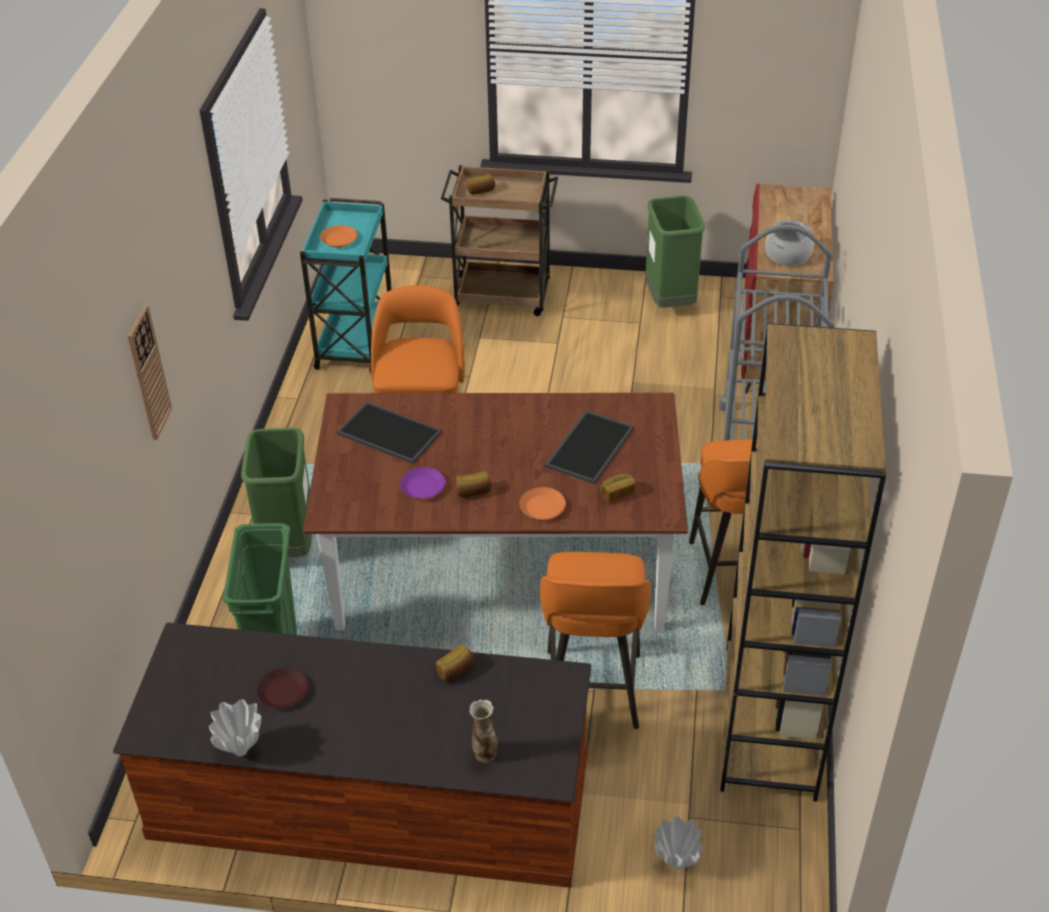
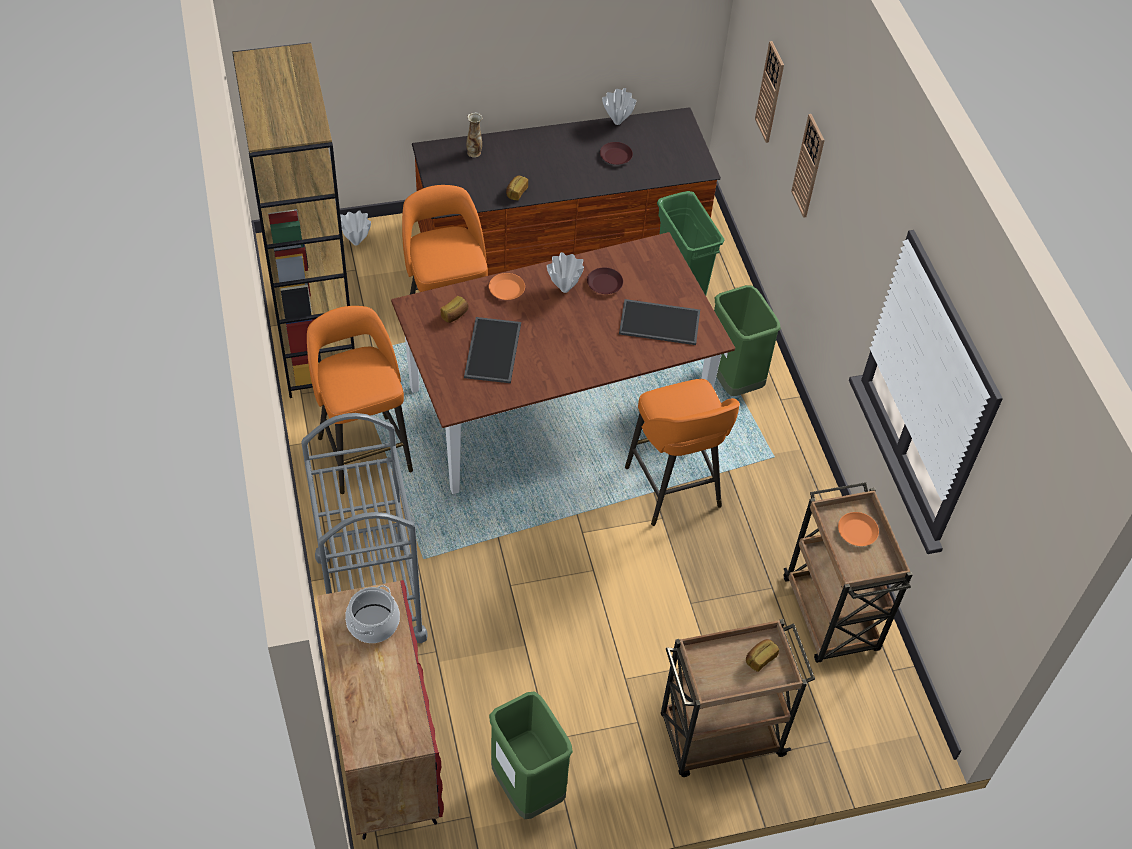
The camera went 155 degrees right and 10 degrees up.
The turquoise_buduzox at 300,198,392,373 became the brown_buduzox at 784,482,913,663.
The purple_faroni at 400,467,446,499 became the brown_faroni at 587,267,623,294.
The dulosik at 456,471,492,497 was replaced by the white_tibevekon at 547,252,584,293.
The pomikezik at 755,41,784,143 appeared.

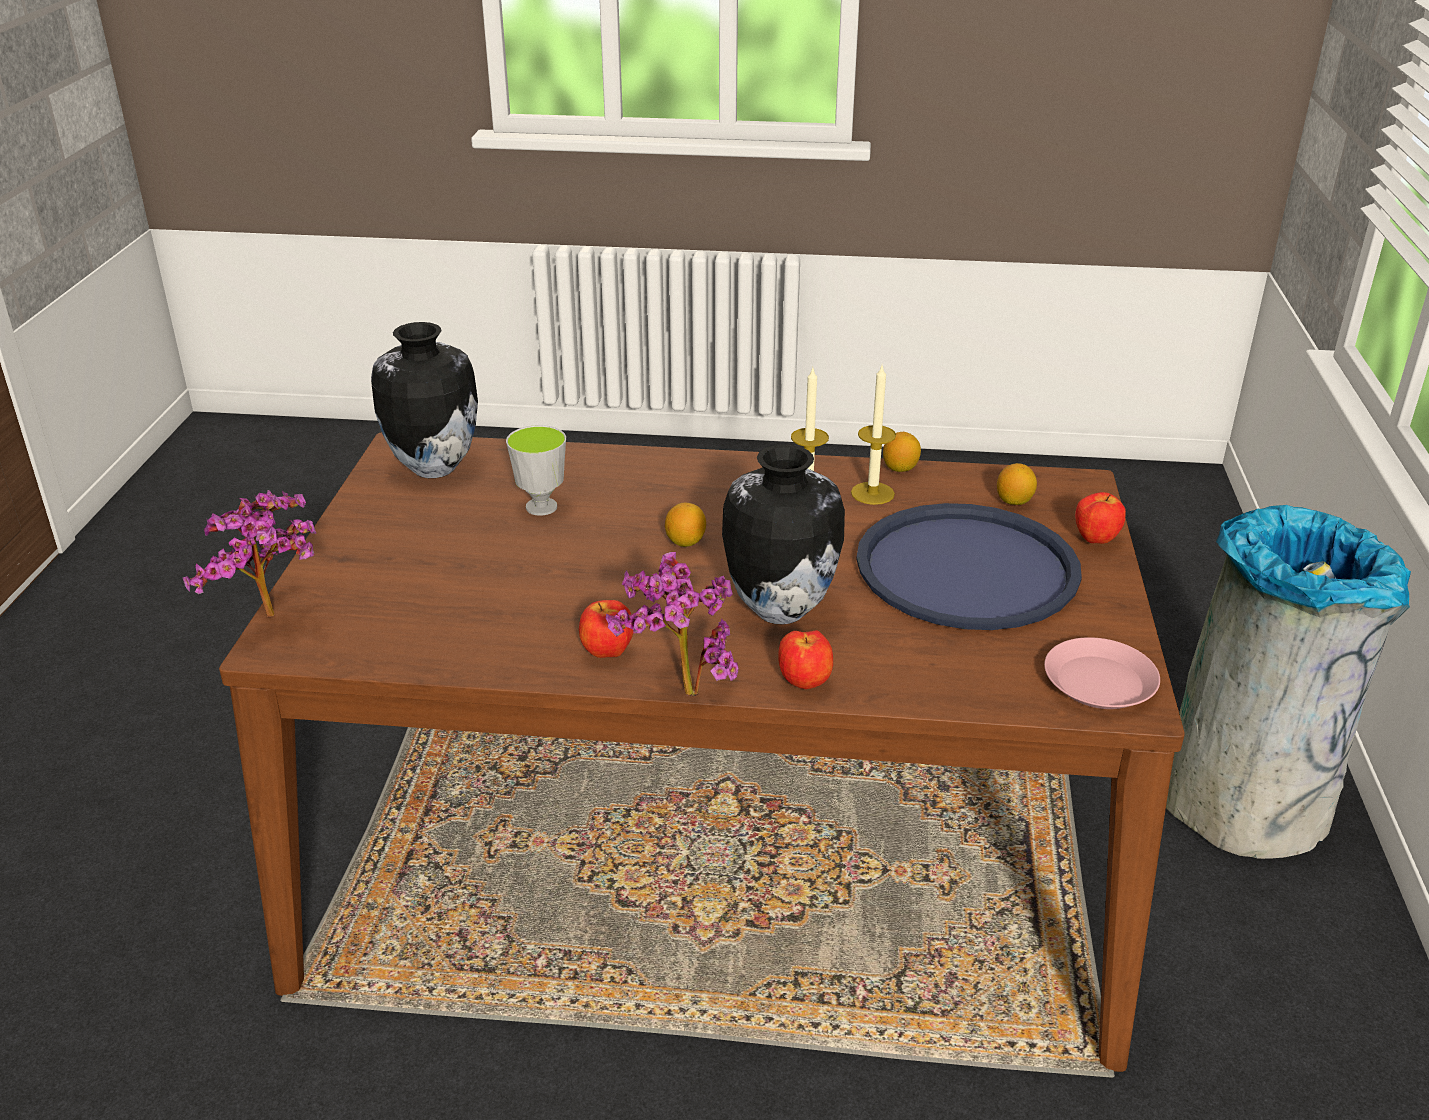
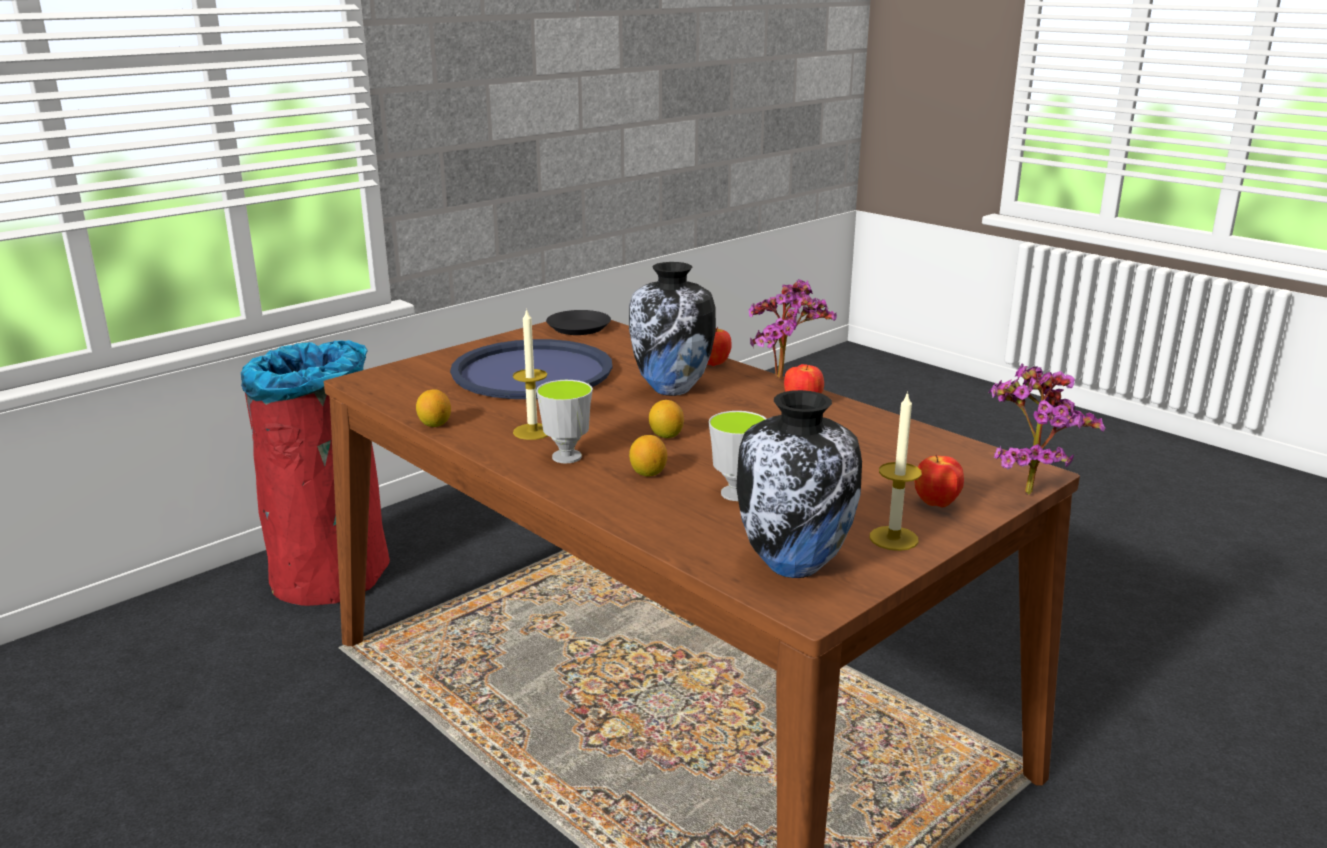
The camera went 140 degrees left and 10 degrees down.
The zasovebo moved from 851,366,896,505 to 870,391,922,551.
The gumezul moved from 997,463,1037,505 to 629,435,667,477.
The pink_faroni at 1044,637,1160,709 became the black_faroni at 546,310,611,335.
The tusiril moved from 1075,492,1126,544 to 914,454,964,507.
The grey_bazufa at 1166,505,1411,859 became the red_bazufa at 241,340,390,606.
The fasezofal at 536,380,593,463 appeared.

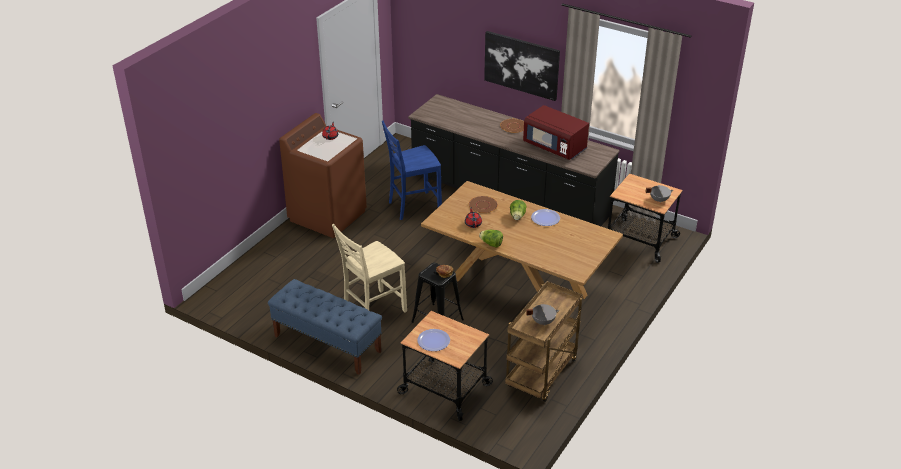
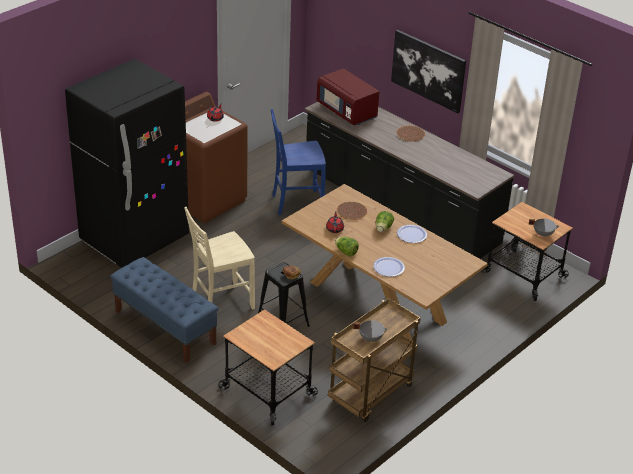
The camera went 10 degrees right and 0 degrees up.
The faroni moved from 417,329,450,351 to 373,257,405,277.
The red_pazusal moved from 523,105,589,160 to 317,68,379,125.
The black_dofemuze at 65,59,189,268 appeared.

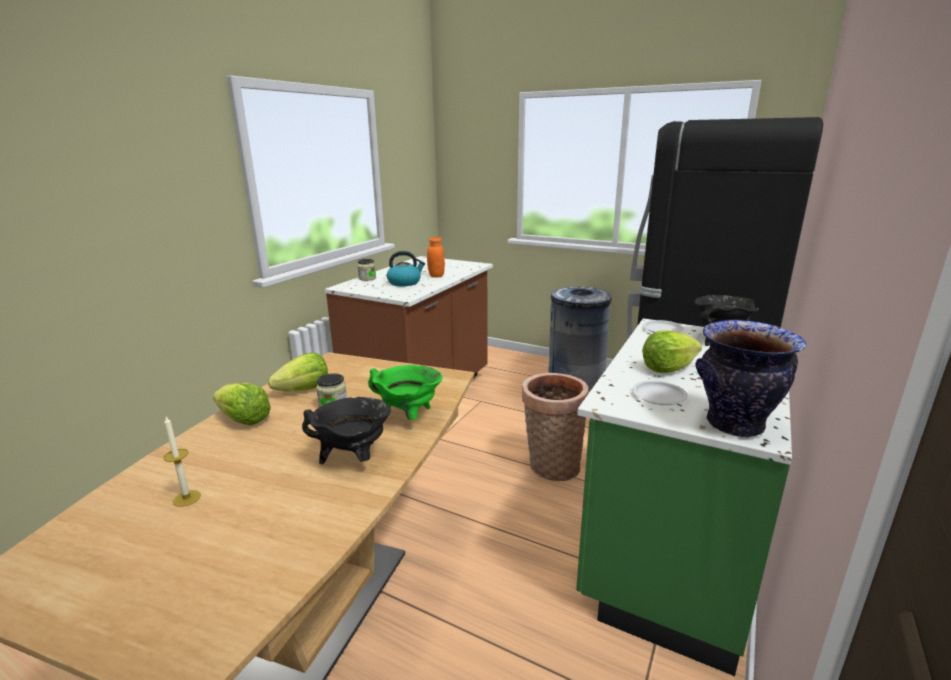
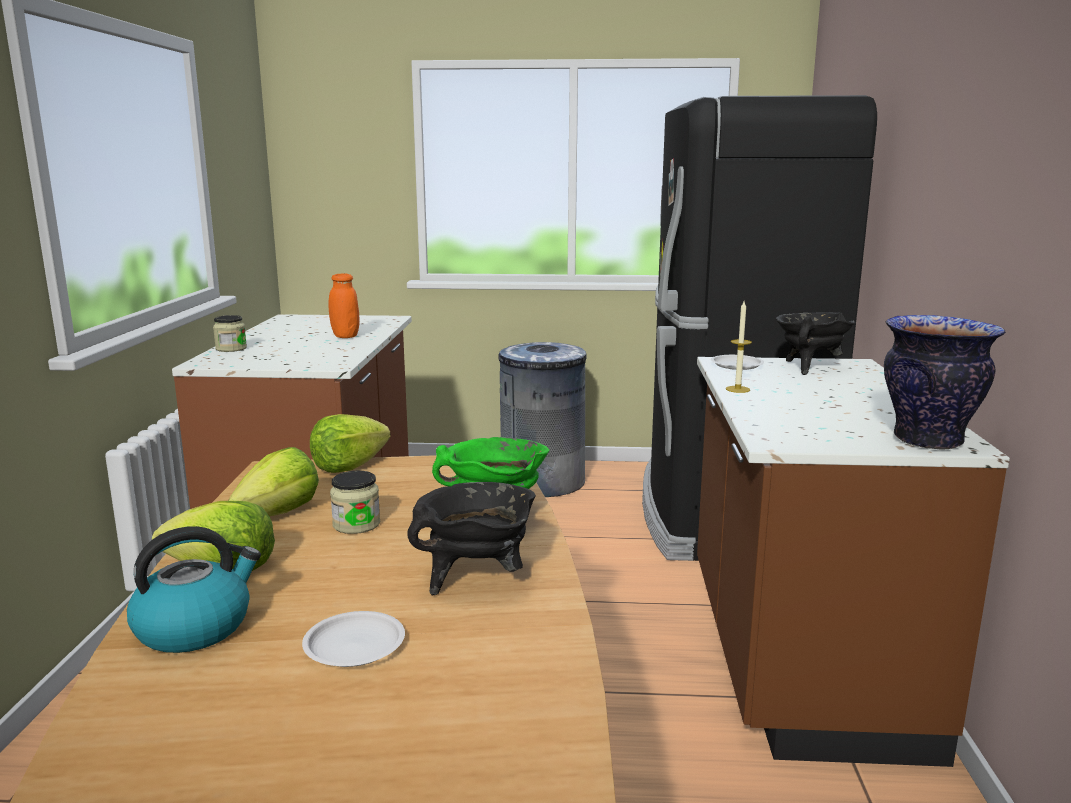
The camera went 25 degrees left and 5 degrees down.
The zasovebo moved from 163,417,201,507 to 726,301,752,393.
The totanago moved from 387,251,425,286 to 127,526,261,653.
The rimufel at 522,373,589,481 disappeared.
The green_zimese at 576,318,792,676 became the brown_zimese at 697,357,1010,767.
The white_faroni moved from 633,381,688,405 to 302,611,405,667.
The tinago moved from 642,330,702,373 to 310,414,391,473.

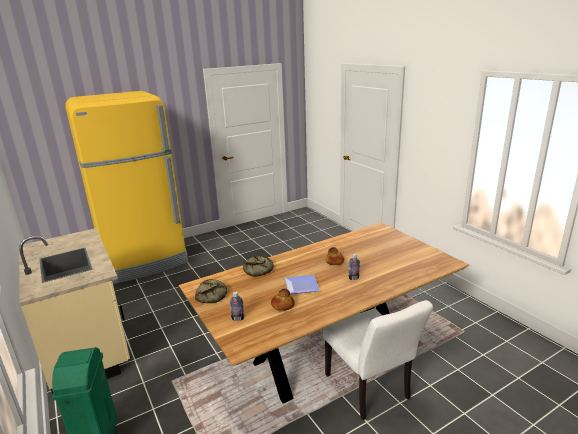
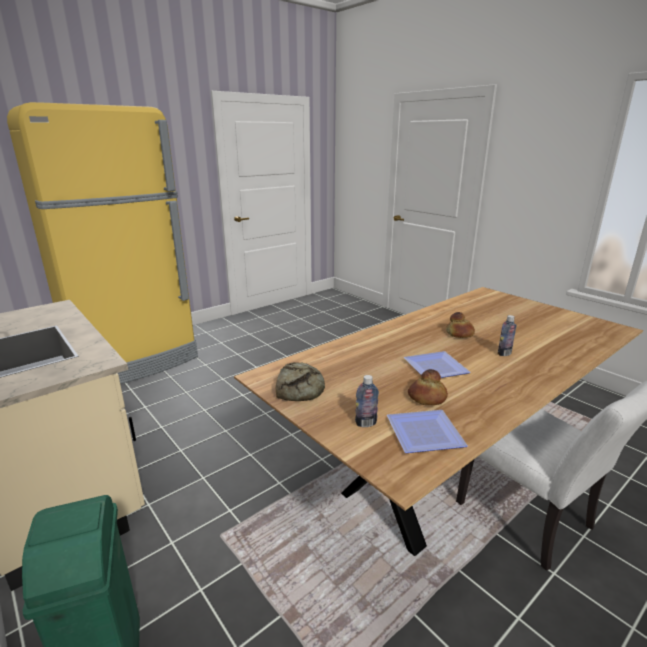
The camera went 10 degrees left and 0 degrees up.
The dulosik at 243,255,274,277 disappeared.
The faroni at 387,410,468,453 appeared.

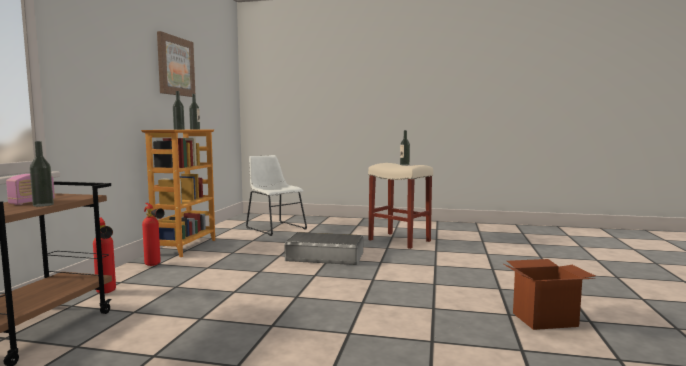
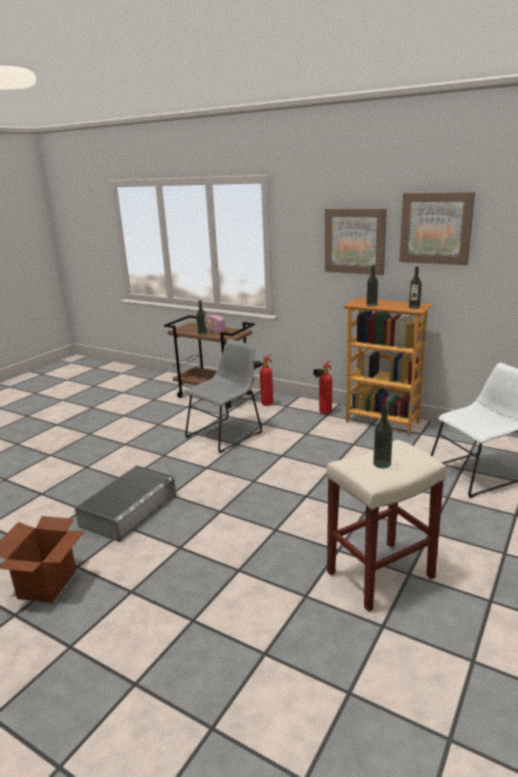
The camera went 110 degrees right and 15 degrees up.
The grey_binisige moved from 284,232,363,265 to 75,465,176,542.
The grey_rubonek at 185,339,262,453 appeared.
The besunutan at 325,209,387,275 appeared.

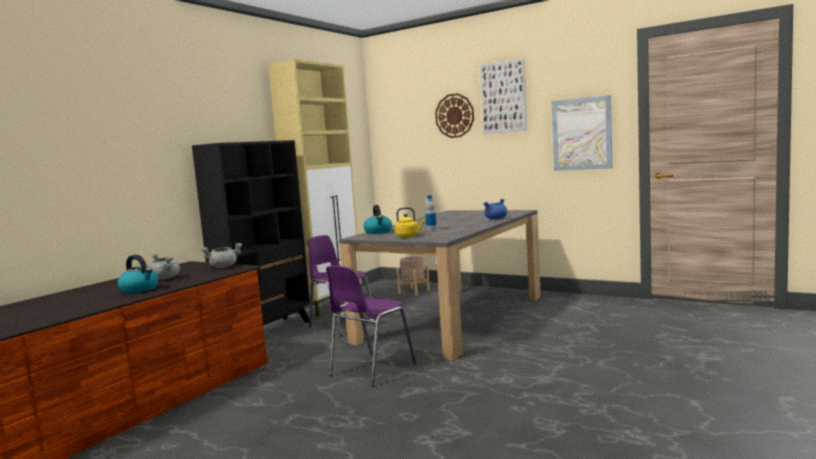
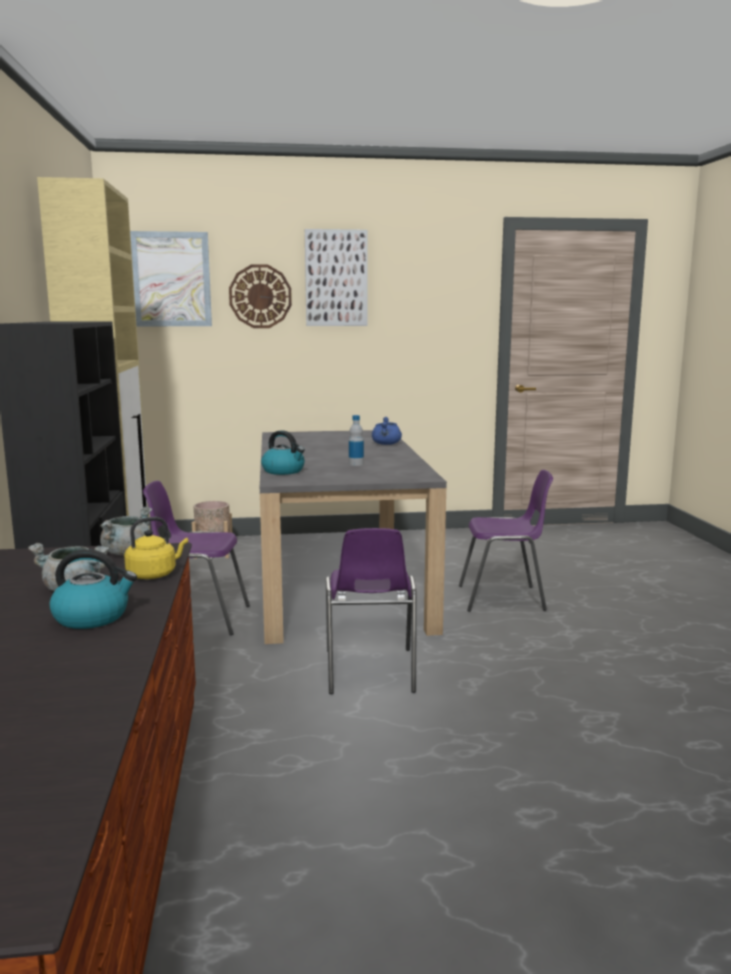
The camera went 40 degrees left and 5 degrees up.
The yellow_totanago moved from 395,207,425,238 to 124,517,188,579.
The besunutan moved from 552,95,613,171 to 130,231,212,326.
The purple_rubonek at 459,470,553,612 appeared.

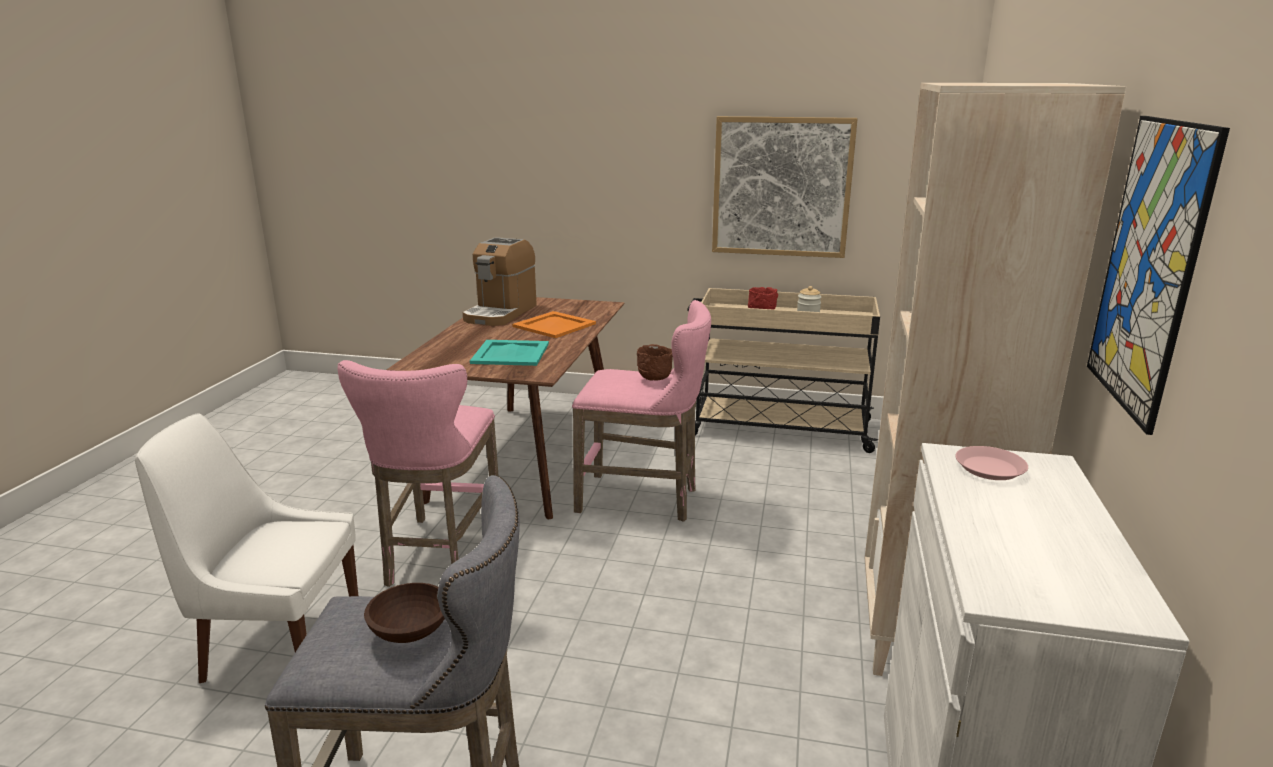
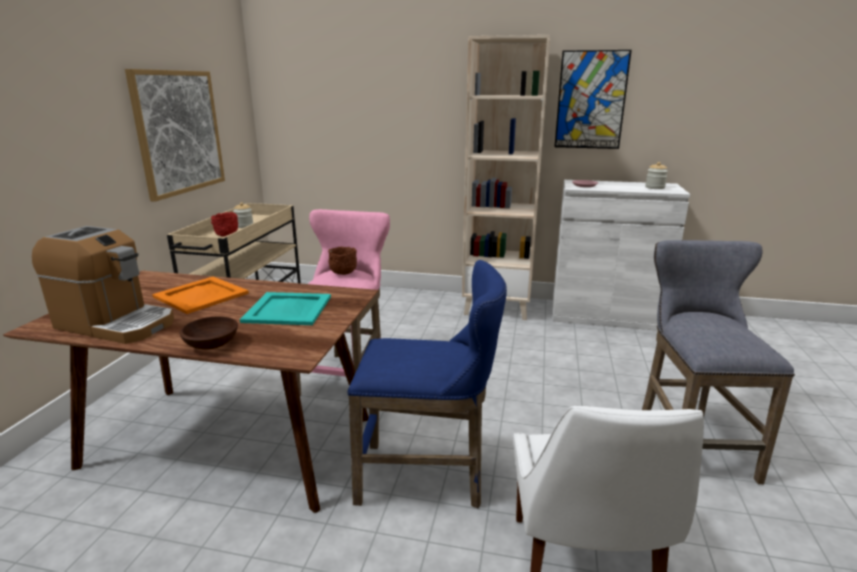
The camera went 90 degrees left and 0 degrees up.
The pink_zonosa at 338,360,499,587 became the blue_zonosa at 347,260,507,508.
The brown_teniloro moved from 364,583,445,643 to 179,316,238,350.
The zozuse at 645,162,668,189 appeared.

